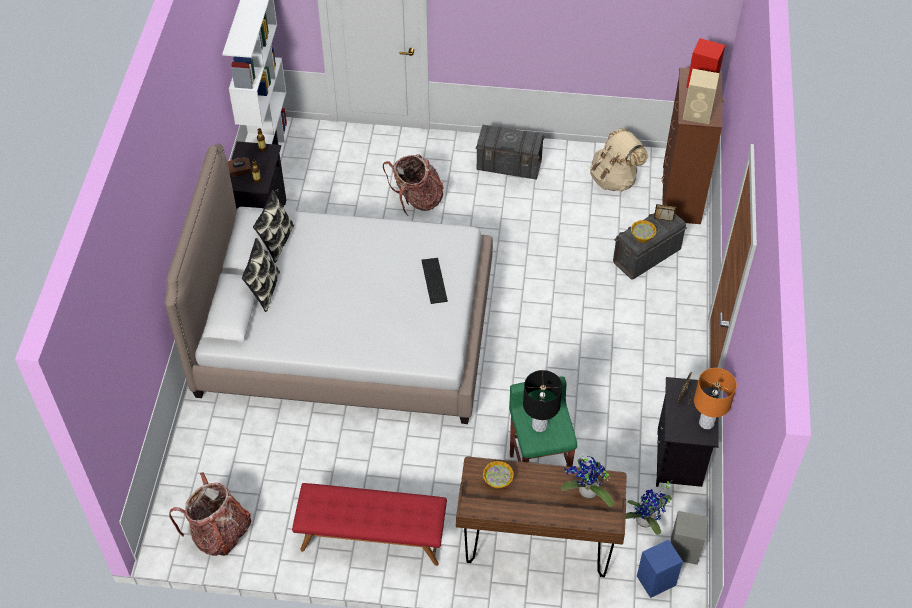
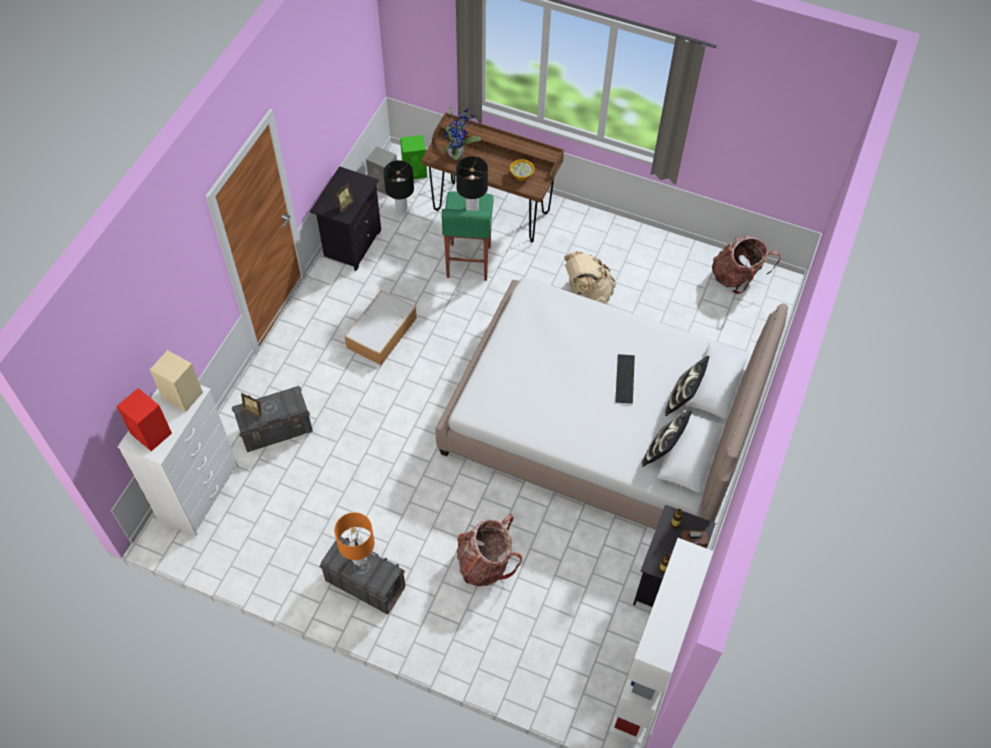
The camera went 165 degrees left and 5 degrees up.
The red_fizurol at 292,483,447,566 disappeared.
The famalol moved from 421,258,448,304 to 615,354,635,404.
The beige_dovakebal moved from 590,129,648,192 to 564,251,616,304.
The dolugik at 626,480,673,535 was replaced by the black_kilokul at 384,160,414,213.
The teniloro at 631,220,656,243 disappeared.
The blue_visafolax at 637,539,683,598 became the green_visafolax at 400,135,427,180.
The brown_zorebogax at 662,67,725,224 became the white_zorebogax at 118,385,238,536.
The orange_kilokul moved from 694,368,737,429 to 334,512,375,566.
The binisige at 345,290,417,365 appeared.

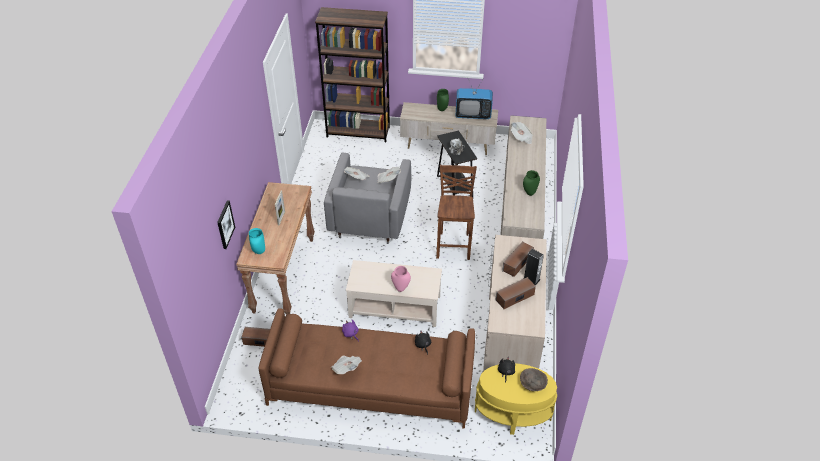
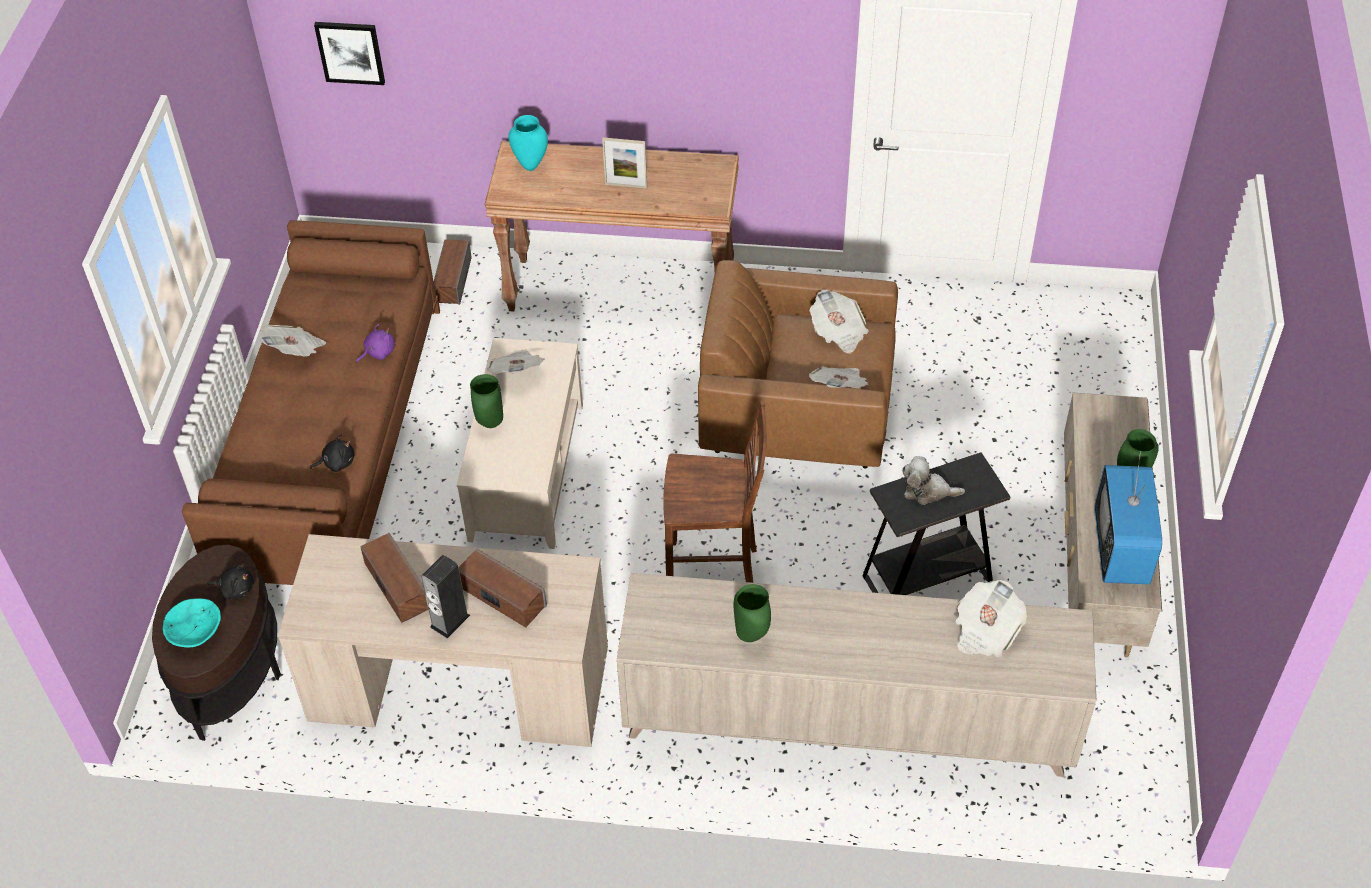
The camera went 90 degrees right and 5 degrees up.
The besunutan moved from 217,200,235,249 to 314,22,385,85.
The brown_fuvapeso at 315,7,390,142 disappeared.
The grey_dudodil at 324,153,411,244 became the brown_dudodil at 698,260,898,468.
The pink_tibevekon at 391,266,411,292 became the green_tibevekon at 470,374,503,428.
The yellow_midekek at 475,364,557,435 became the brown_midekek at 152,545,281,741.
The brown_teniloro at 520,368,548,391 became the turquoise_teniloro at 163,598,221,647.
The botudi at 487,350,545,374 appeared.

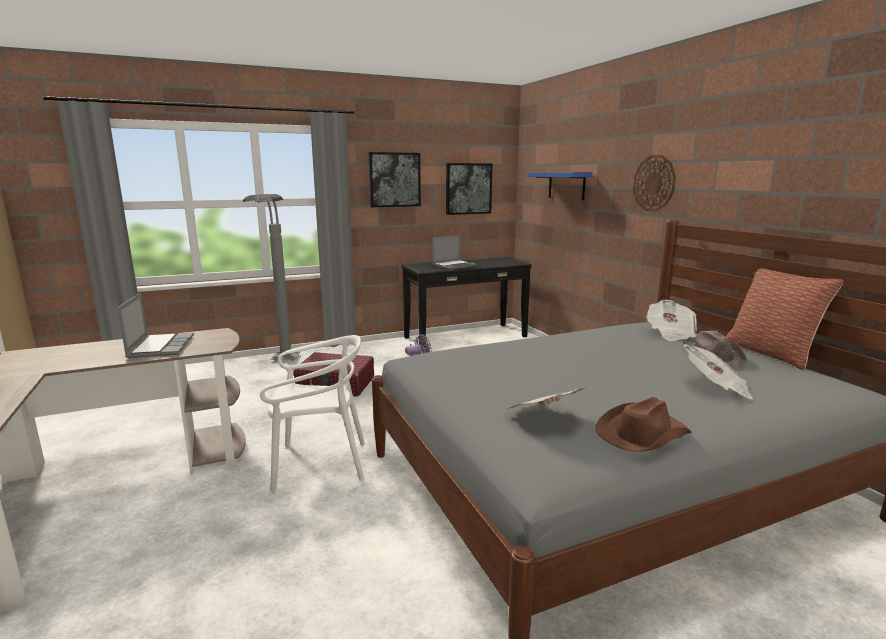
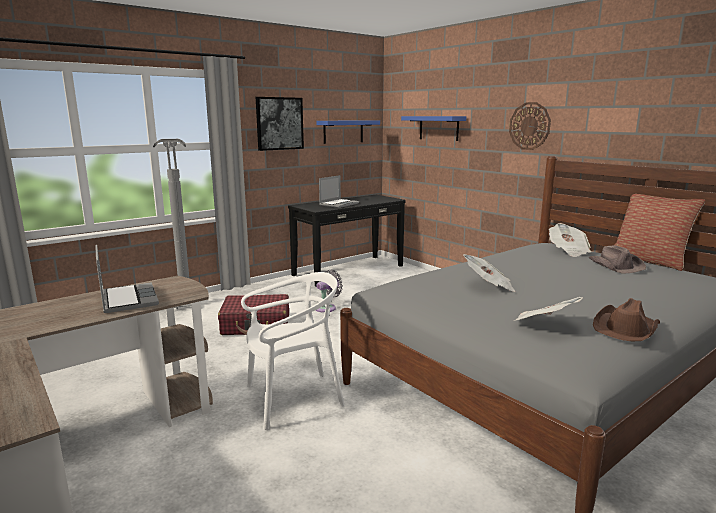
The camera went 15 degrees left and 0 degrees up.
The besunutan at 446,163,492,215 was replaced by the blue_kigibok at 316,120,380,144.
The botudi moved from 684,344,753,399 to 463,254,515,292.

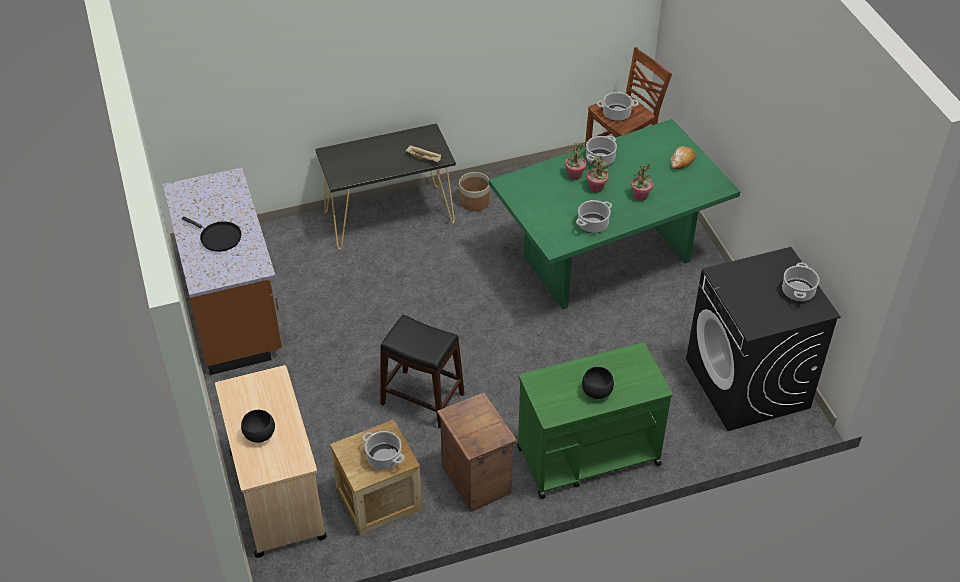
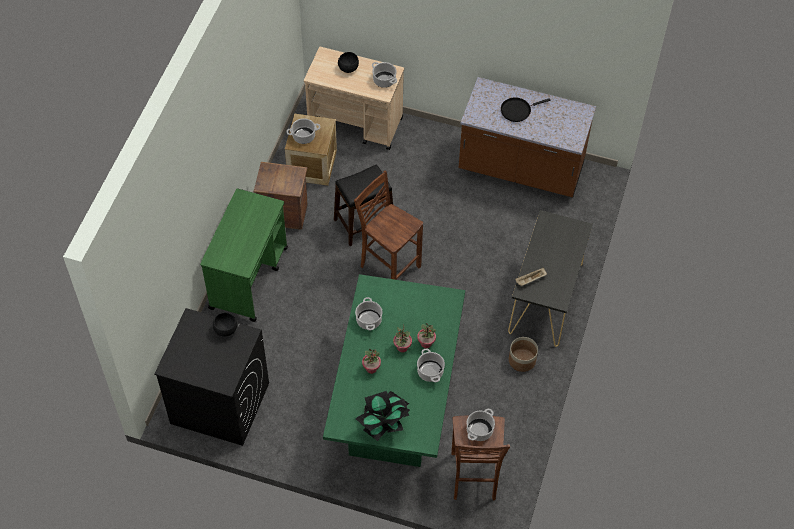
The camera went 125 degrees right and 10 degrees up.
The black_teniloro moved from 582,367,614,399 to 213,313,237,337.
The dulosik at 670,146,695,169 was replaced by the dolugik at 356,391,410,441.
The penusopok moved from 782,263,820,302 to 372,62,397,88.
The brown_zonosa at 354,171,423,280 appeared.

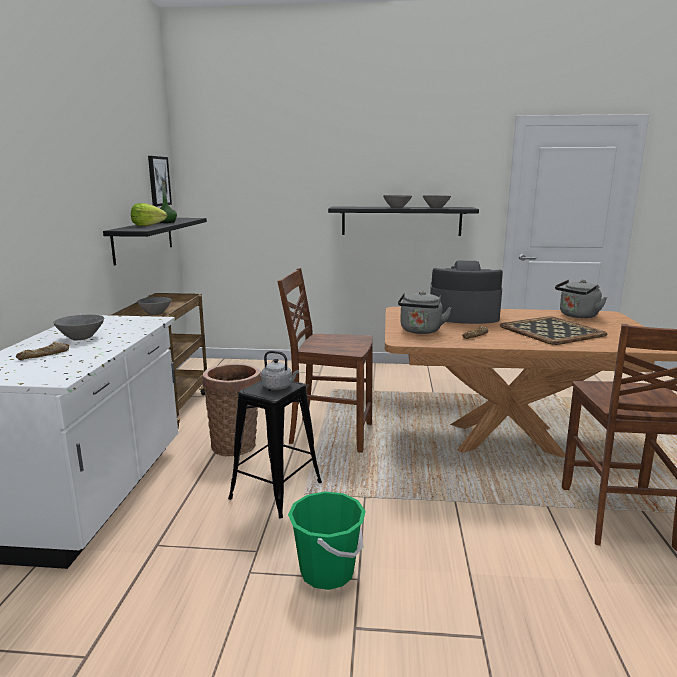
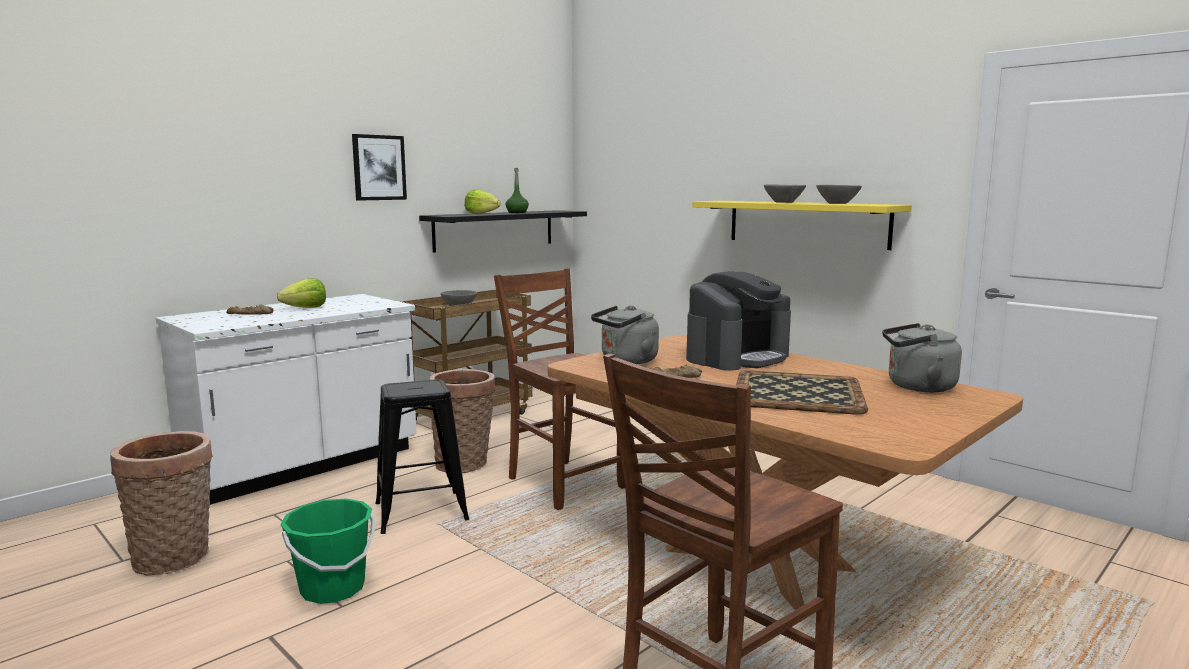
The camera went 40 degrees right and 5 degrees down.
The grey_teniloro at 53,315,104,340 was replaced by the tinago at 277,278,326,308.
The besunutan moved from 148,156,172,207 to 352,134,407,201.
The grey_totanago at 261,351,299,390 disappeared.
The black_kigibok at 328,207,479,236 became the yellow_kigibok at 692,201,912,250.
The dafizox at 430,260,503,324 turned 90 degrees clockwise.
The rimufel at 111,431,213,576 appeared.

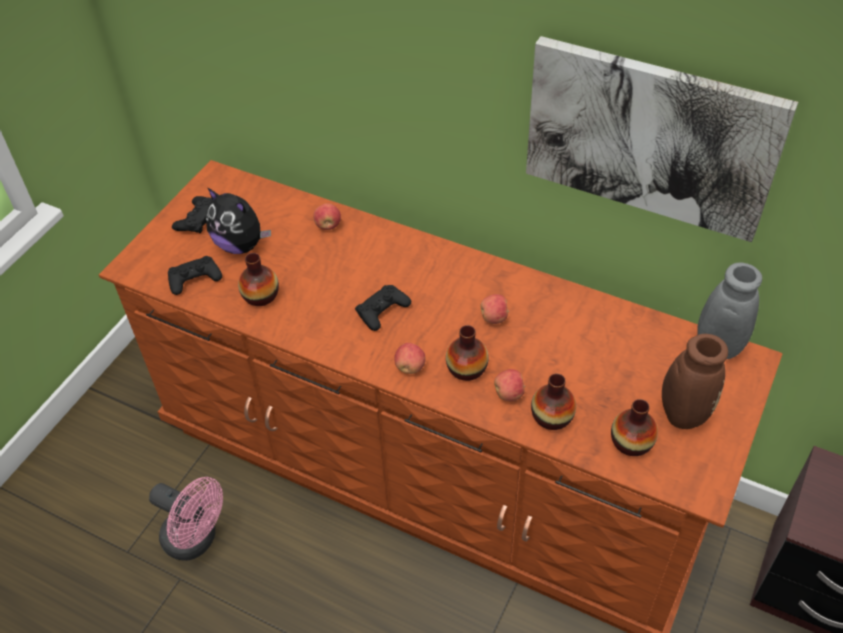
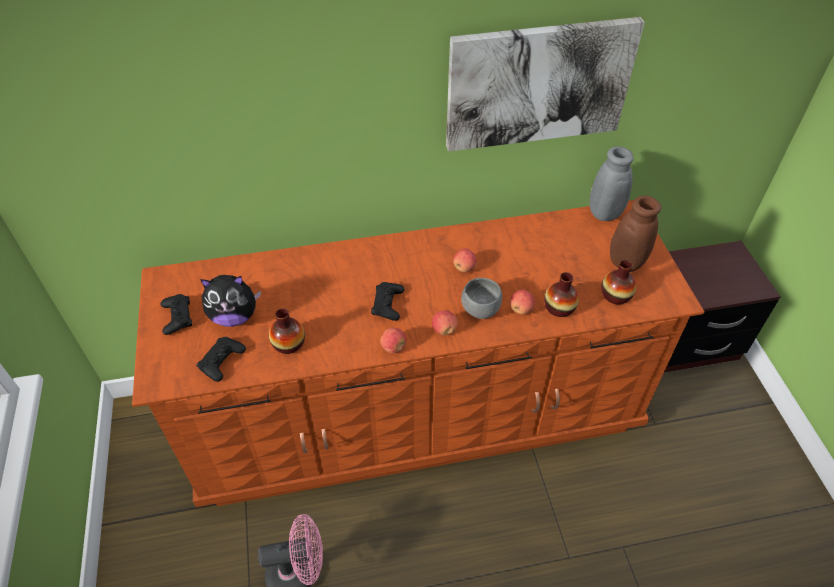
The camera went 40 degrees left and 0 degrees up.
The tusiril moved from 313,203,341,230 to 380,328,407,353.
The tibevekon at 446,325,489,381 was replaced by the grey_teniloro at 461,278,502,319.

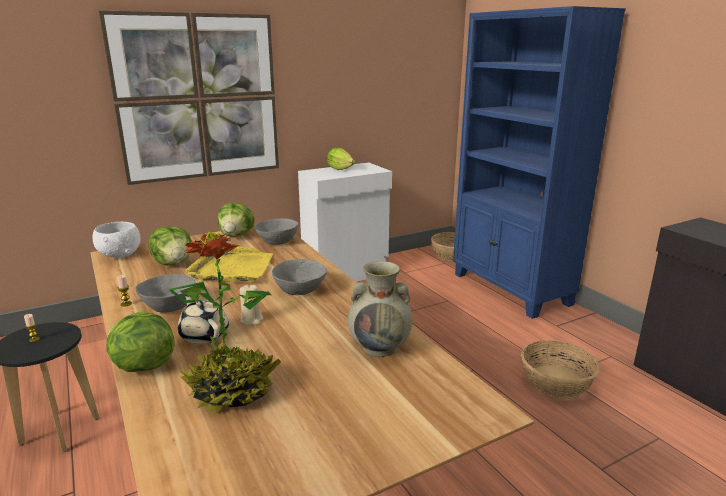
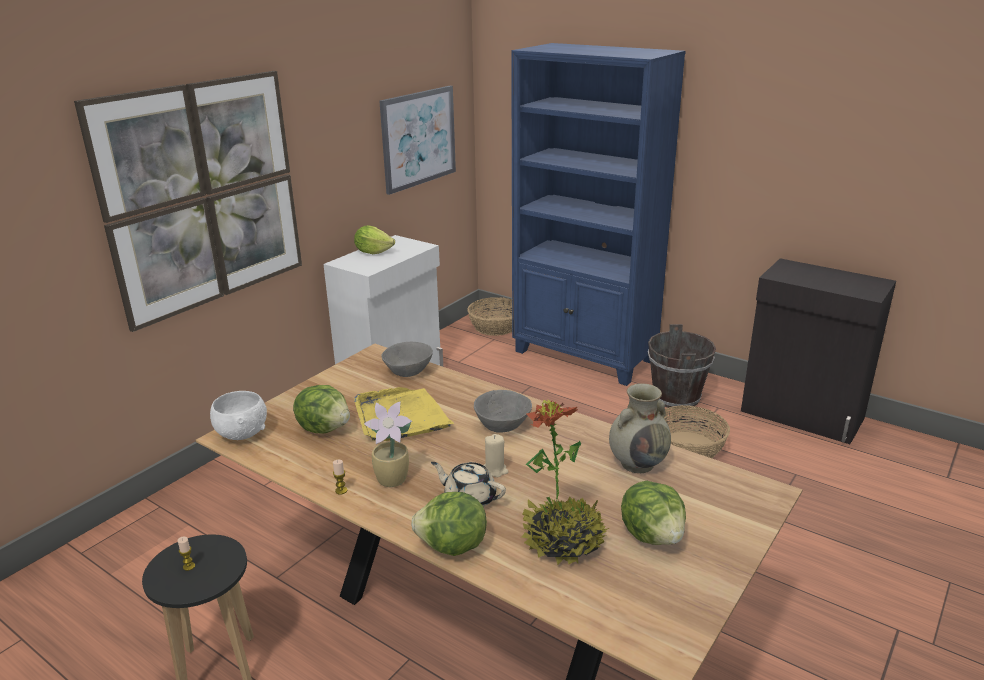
The camera went 25 degrees left and 5 degrees up.
The grey_teniloro at 135,274,196,313 was replaced by the dolugik at 364,401,412,487.
The tinago moved from 217,202,255,237 to 621,481,686,545.
The besunutan at 379,86,456,195 appeared.
The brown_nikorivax at 648,324,716,409 appeared.

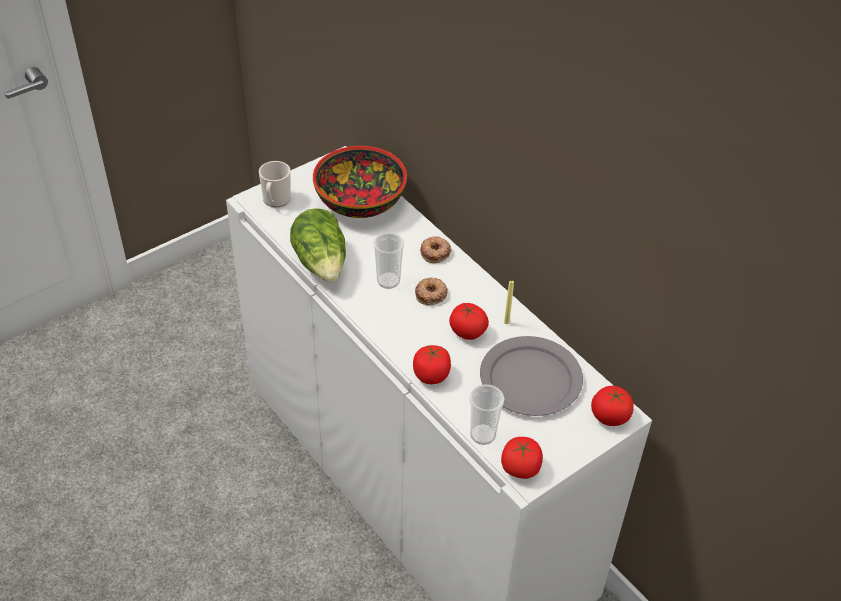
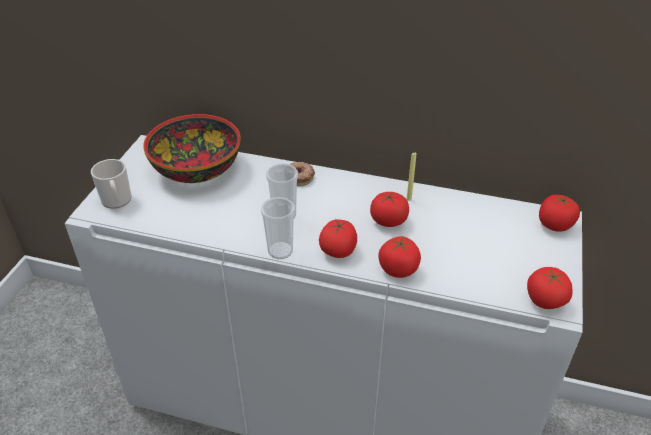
The camera went 35 degrees left and 5 degrees down.
The tinago at 290,208,346,283 disappeared.
The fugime at 415,277,448,305 disappeared.
The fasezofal moved from 469,384,504,445 to 261,197,295,259.
The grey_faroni at 480,336,583,416 disappeared.
The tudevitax at 319,220,357,258 appeared.

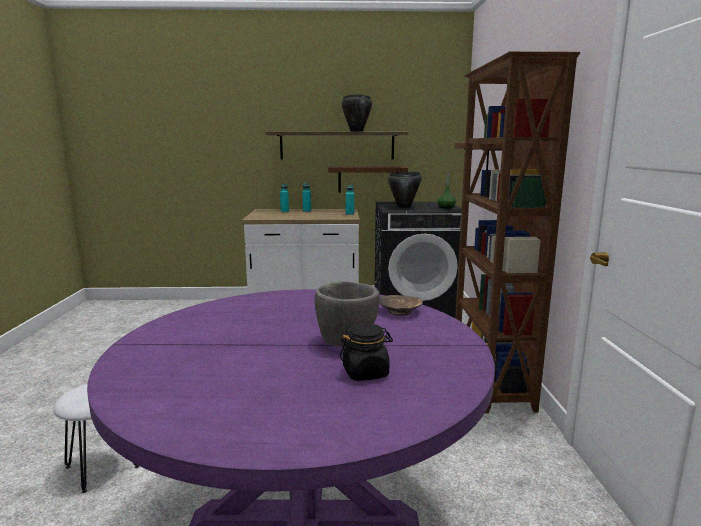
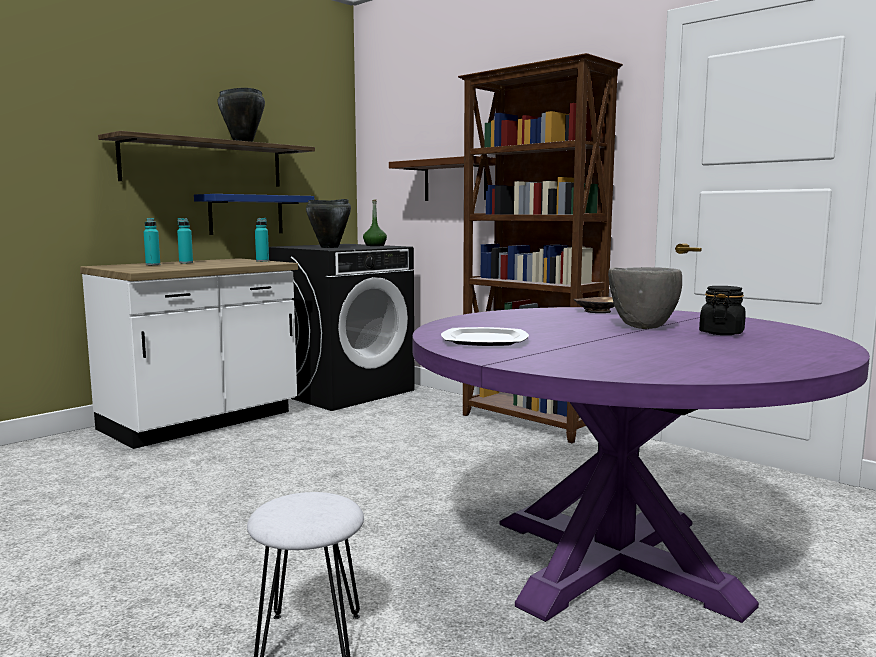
The camera went 45 degrees left and 5 degrees down.
The brown_kigibok at 328,166,408,193 became the blue_kigibok at 194,194,314,235.
The faroni at 441,327,529,346 appeared.

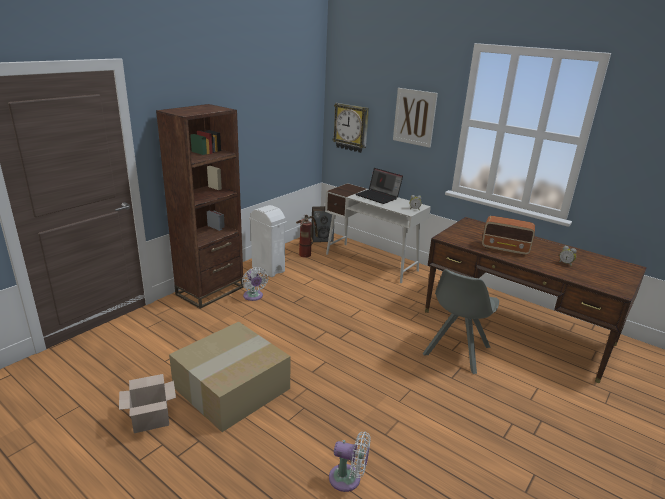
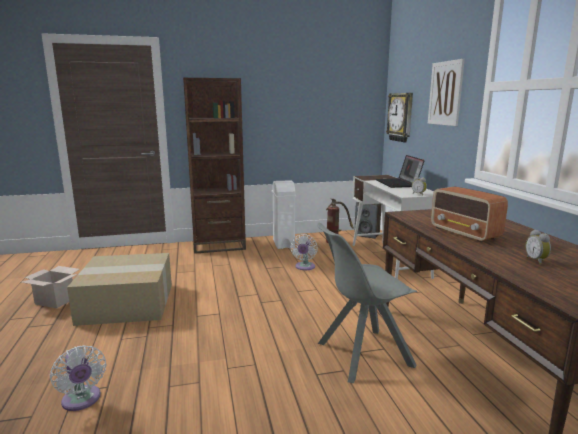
The camera went 40 degrees right and 10 degrees down.
The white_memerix moved from 242,267,268,301 to 290,234,318,270.

